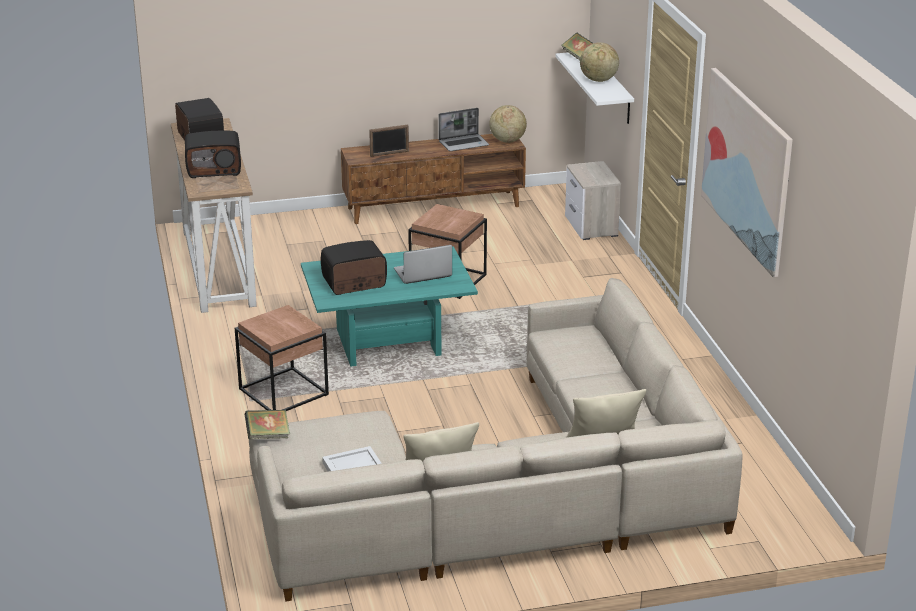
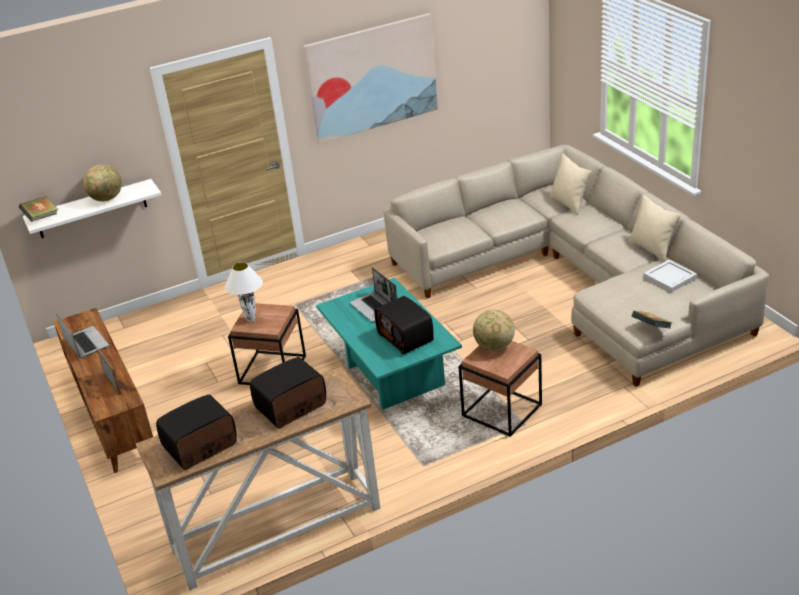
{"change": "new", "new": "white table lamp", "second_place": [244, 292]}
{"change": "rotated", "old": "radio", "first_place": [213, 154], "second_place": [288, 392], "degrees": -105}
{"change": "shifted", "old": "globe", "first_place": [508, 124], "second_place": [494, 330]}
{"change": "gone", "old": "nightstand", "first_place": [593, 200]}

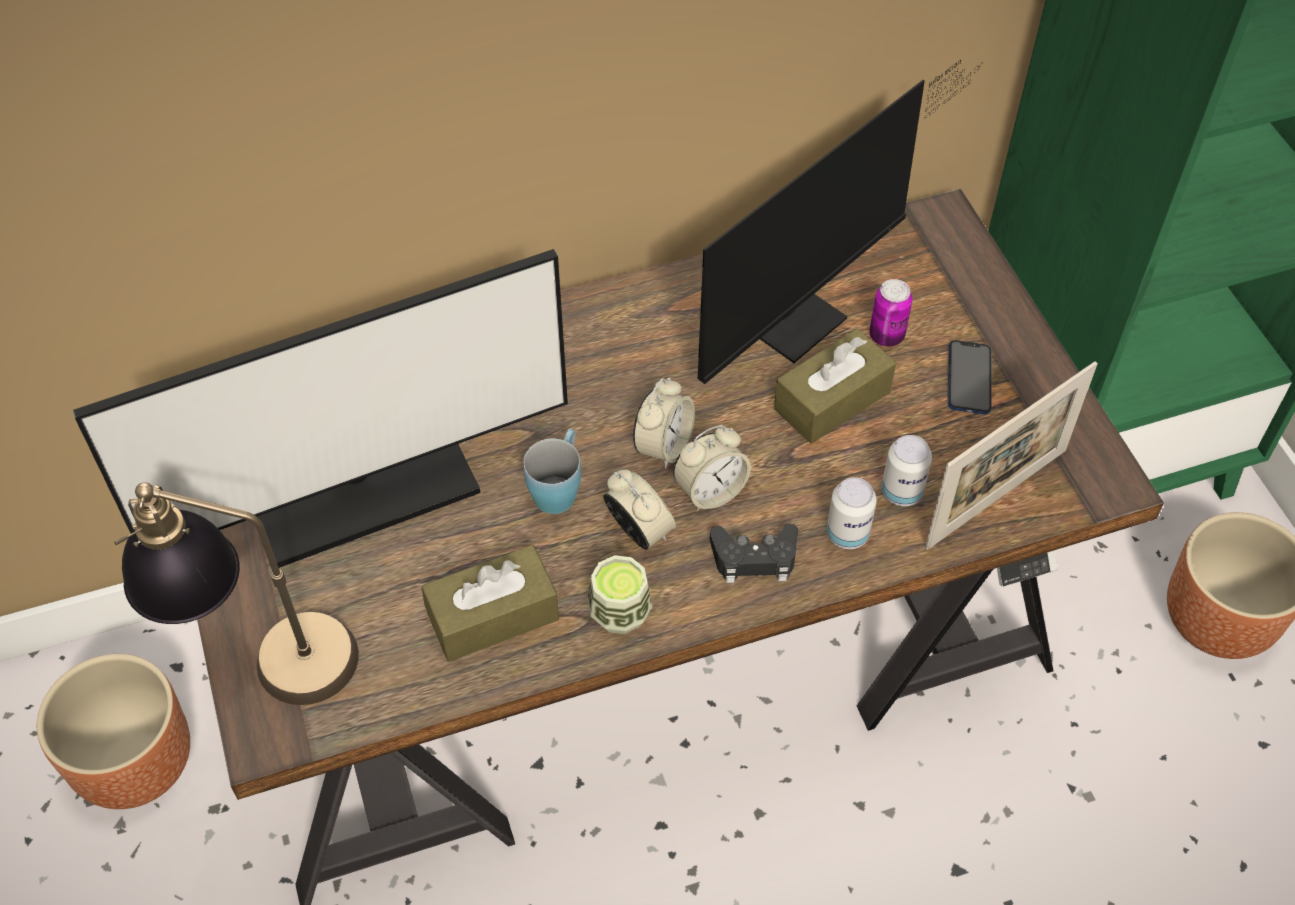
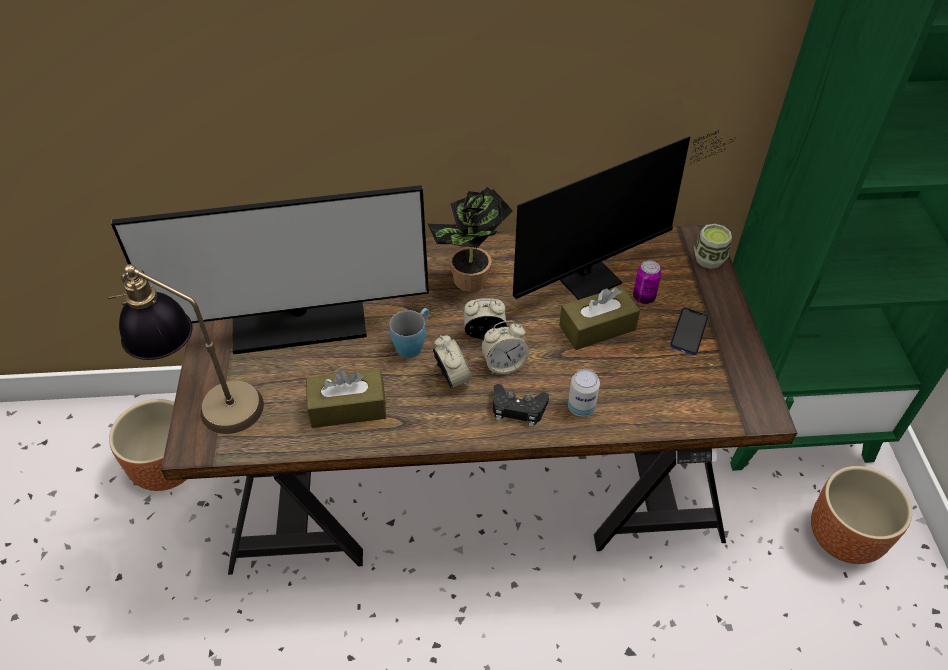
{"change": "new", "new": "potted plant", "second_place": [470, 239]}
{"change": "rotated", "old": "alarm clock", "first_place": [664, 423], "second_place": [485, 318], "degrees": -135}
{"change": "shifted", "old": "cup", "first_place": [620, 594], "second_place": [713, 246]}
{"change": "gone", "old": "can", "first_place": [906, 470]}
{"change": "gone", "old": "picture frame", "first_place": [1011, 455]}

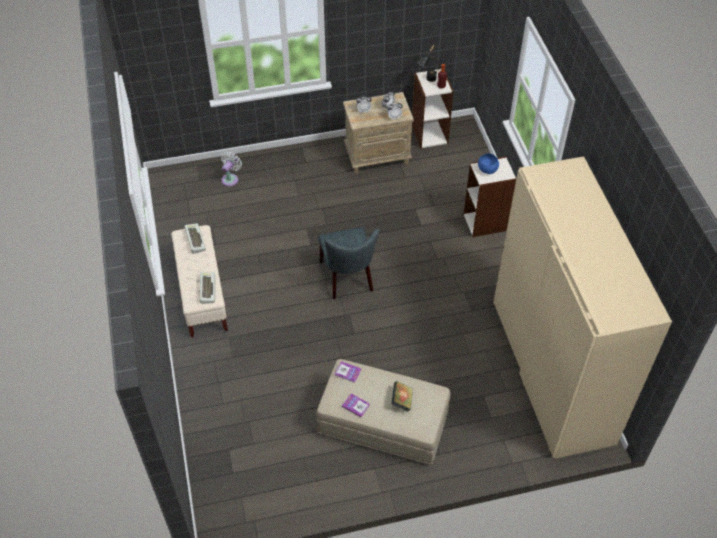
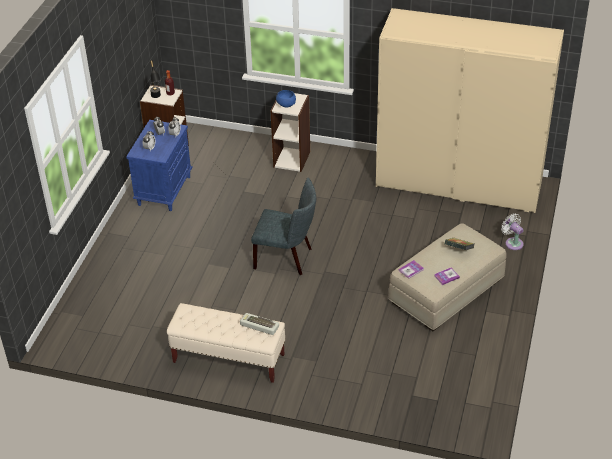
{"change": "repainted", "old": "beige nightstand", "new": "blue nightstand", "first_place": [378, 132], "second_place": [159, 165]}
{"change": "shifted", "old": "white fan", "first_place": [231, 169], "second_place": [512, 232]}
{"change": "gone", "old": "keyboard", "first_place": [195, 238]}

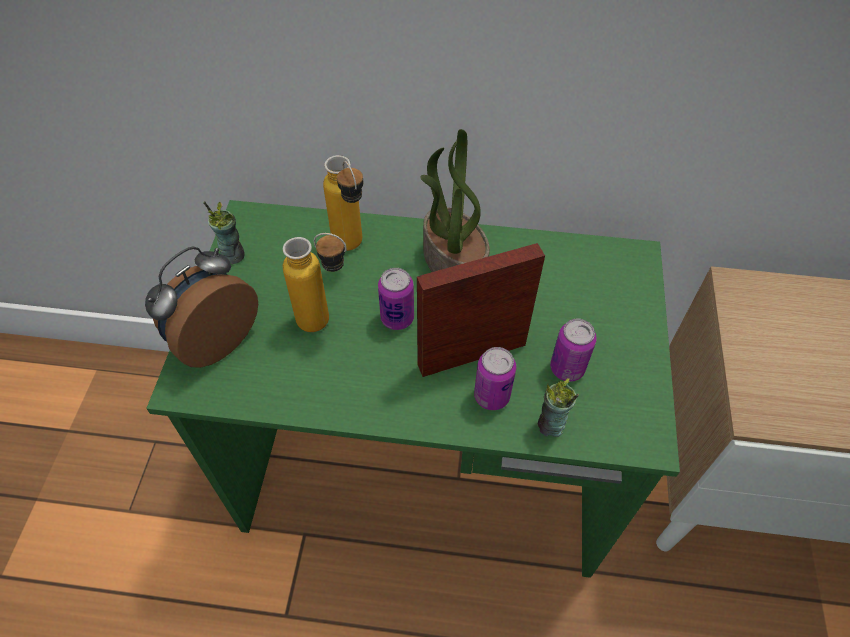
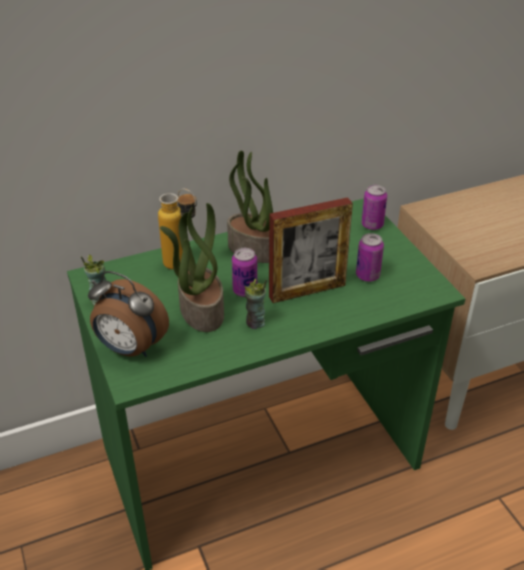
{"change": "rotated", "old": "alarm clock", "first_place": [201, 306], "second_place": [128, 314], "degrees": -75}
{"change": "swapped", "old": "bottle", "new": "potted plant", "first_place": [314, 282], "second_place": [192, 267]}
{"change": "shifted", "old": "cup", "first_place": [558, 407], "second_place": [256, 304]}
{"change": "rotated", "old": "picture frame", "first_place": [481, 310], "second_place": [311, 250], "degrees": -150}
{"change": "shifted", "old": "can", "first_place": [495, 378], "second_place": [374, 207]}

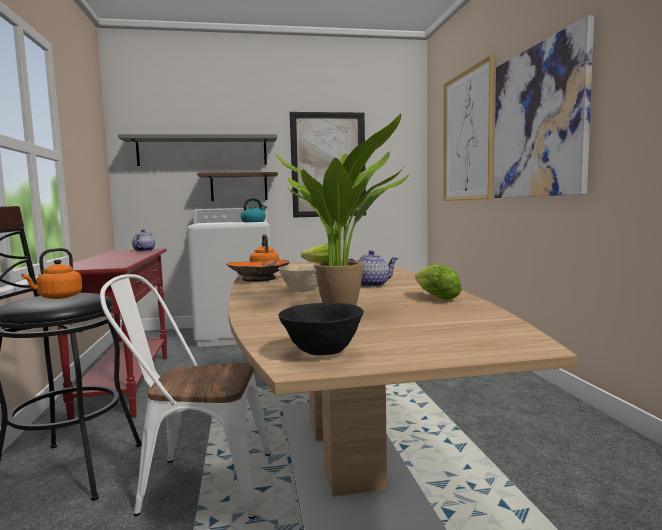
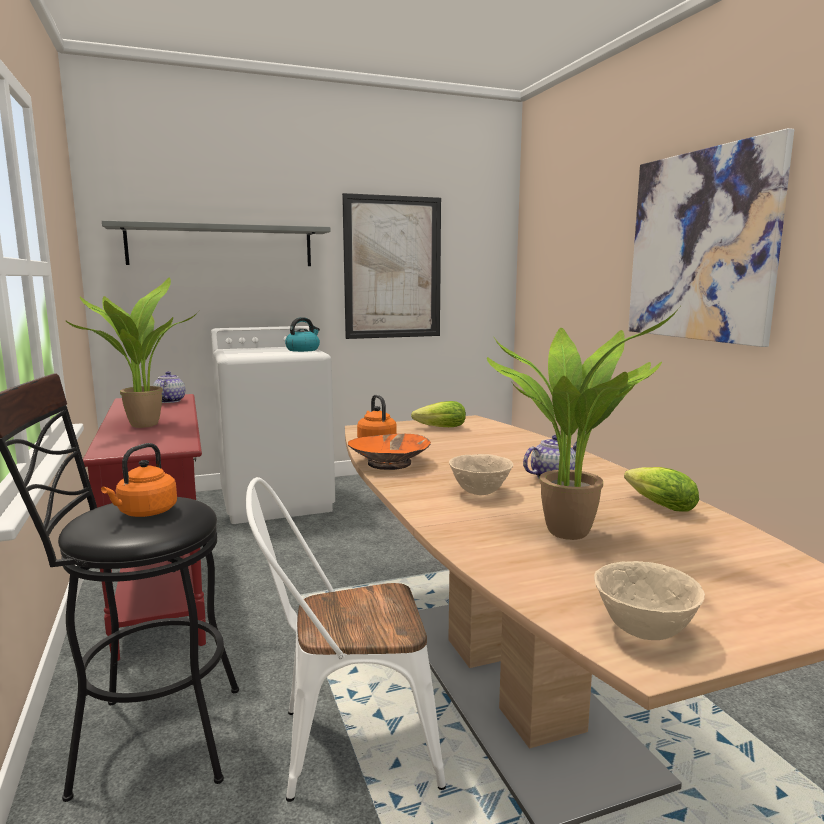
{"change": "new", "new": "potted plant", "second_place": [132, 352]}
{"change": "repainted", "old": "black bowl", "new": "beige bowl", "first_place": [321, 329], "second_place": [649, 600]}
{"change": "gone", "old": "shelf", "first_place": [237, 186]}
{"change": "gone", "old": "picture", "first_place": [468, 128]}

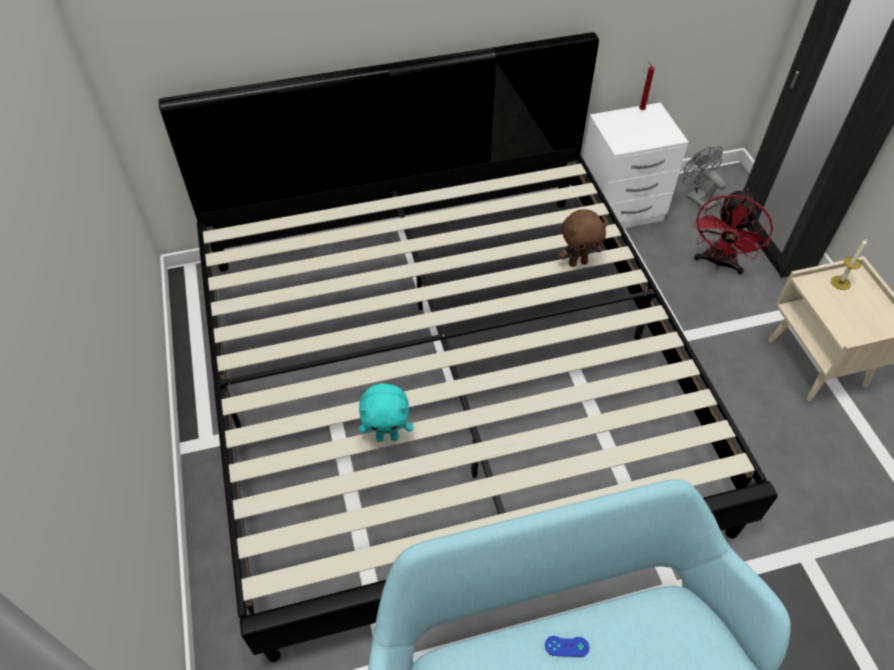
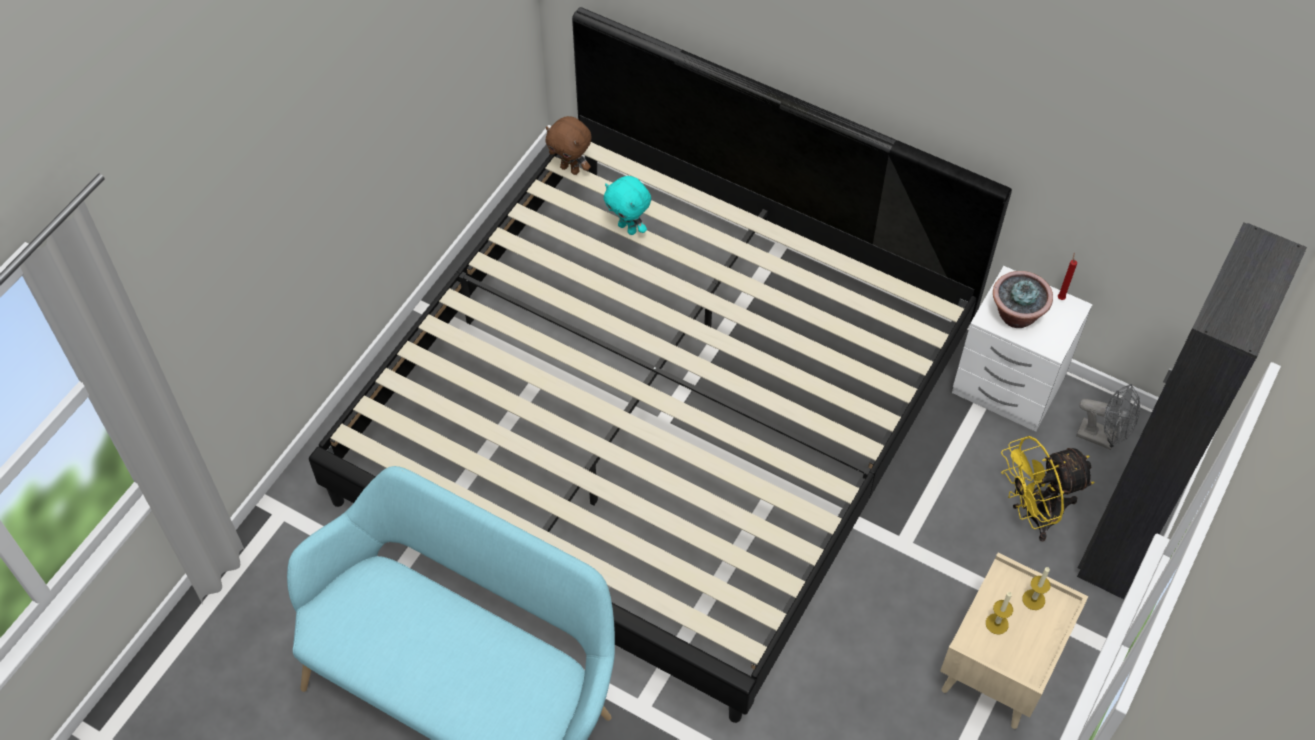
{"change": "shifted", "old": "brown plush toy", "first_place": [583, 238], "second_place": [569, 145]}
{"change": "shifted", "old": "turquoise plush toy", "first_place": [386, 412], "second_place": [627, 205]}
{"change": "new", "new": "candle", "second_place": [999, 612]}
{"change": "new", "new": "potted plant", "second_place": [1023, 299]}
{"change": "repainted", "old": "red fan", "new": "yellow fan", "first_place": [733, 231], "second_place": [1047, 489]}
{"change": "rotated", "old": "grey fan", "first_place": [705, 178], "second_place": [1108, 417], "degrees": 105}
{"change": "gone", "old": "blue game controller", "first_place": [567, 646]}

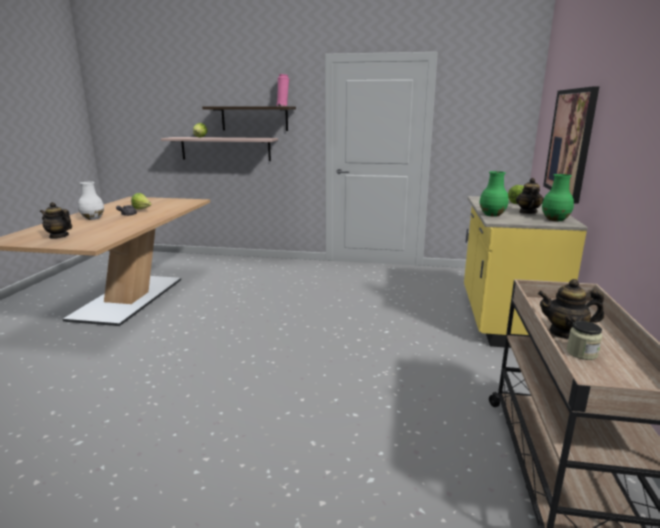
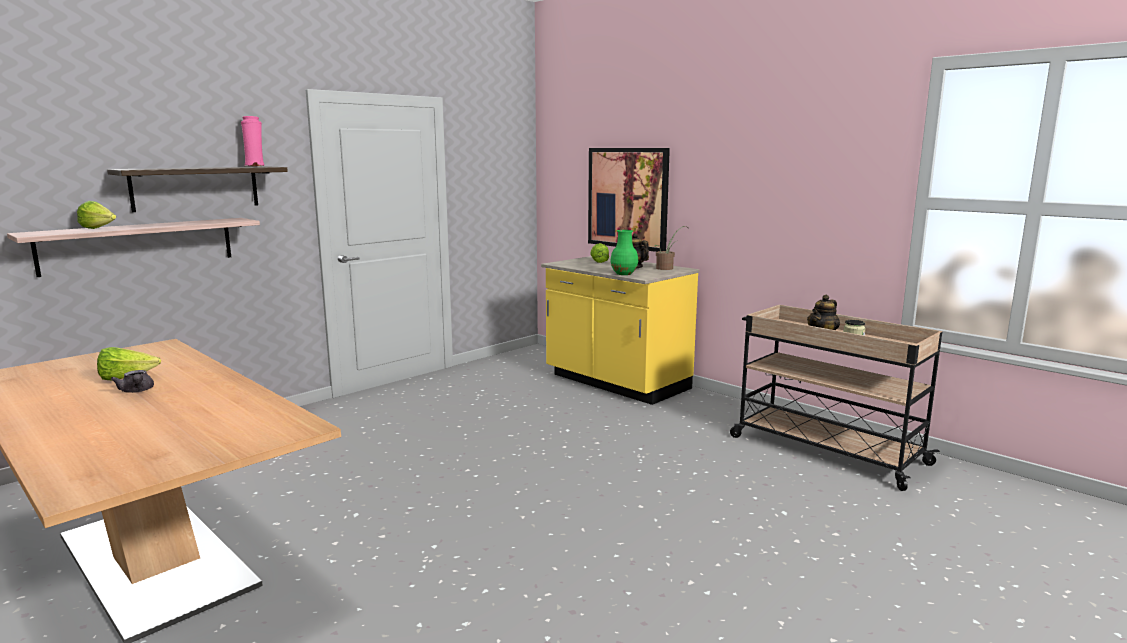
{"change": "swapped", "old": "green vase", "new": "potted plant", "first_place": [558, 197], "second_place": [671, 248]}
{"change": "gone", "old": "teapot", "first_place": [56, 220]}
{"change": "gone", "old": "white vase", "first_place": [91, 201]}

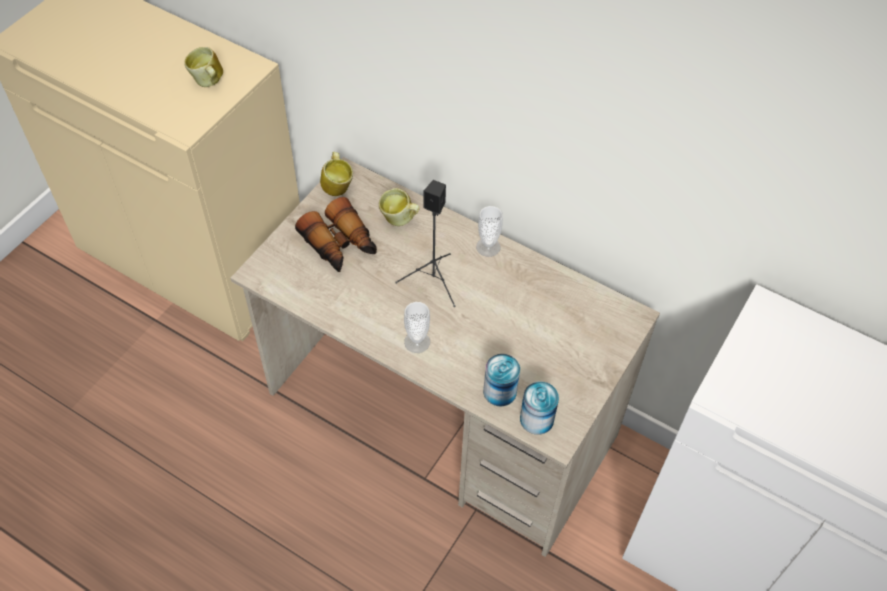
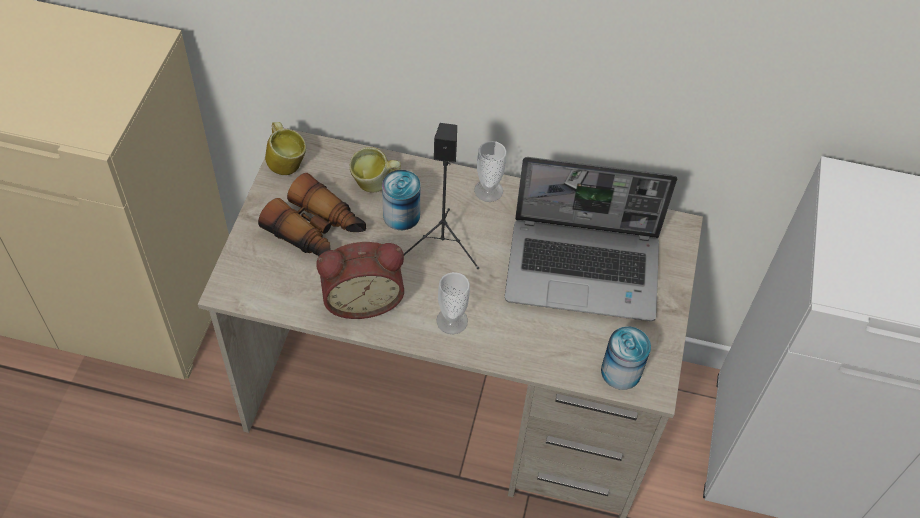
{"change": "new", "new": "alarm clock", "second_place": [360, 280]}
{"change": "shifted", "old": "can", "first_place": [501, 380], "second_place": [401, 200]}
{"change": "new", "new": "laptop", "second_place": [591, 239]}
{"change": "gone", "old": "mug", "first_place": [203, 67]}

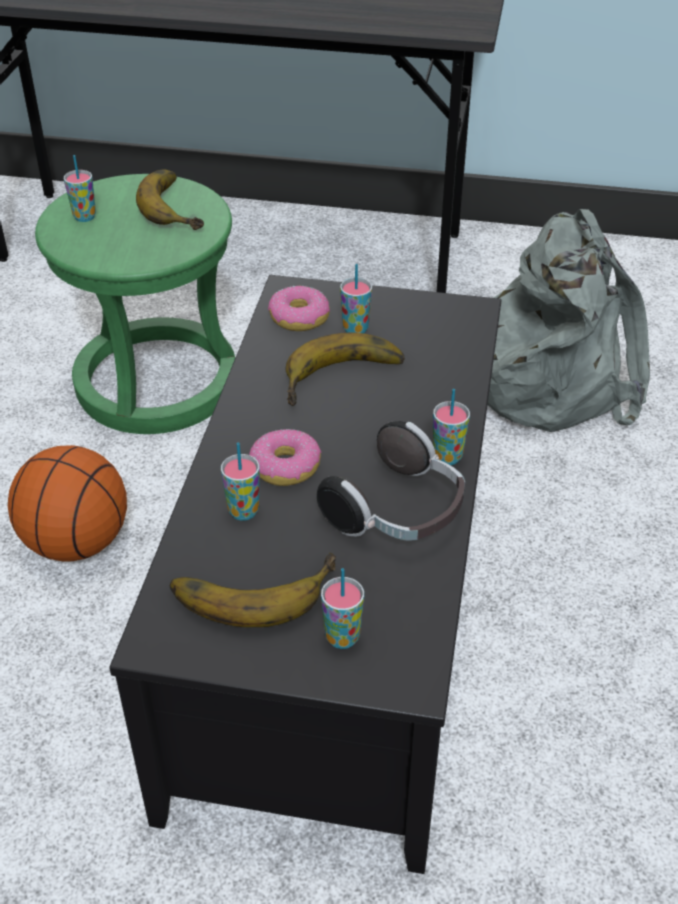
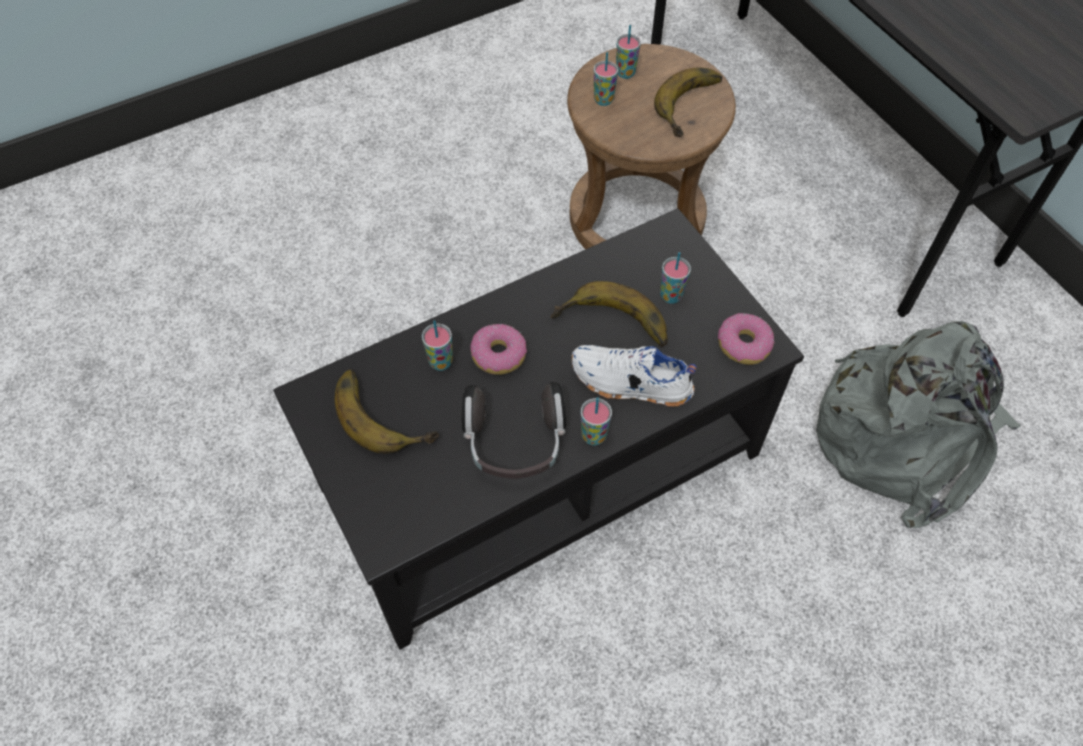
{"change": "repainted", "old": "green stool", "new": "brown stool", "first_place": [135, 304], "second_place": [651, 146]}
{"change": "new", "new": "white shoe", "second_place": [634, 376]}
{"change": "shifted", "old": "cup", "first_place": [342, 608], "second_place": [606, 79]}
{"change": "shifted", "old": "donut", "first_place": [299, 308], "second_place": [746, 339]}
{"change": "gone", "old": "basketball", "first_place": [67, 503]}

